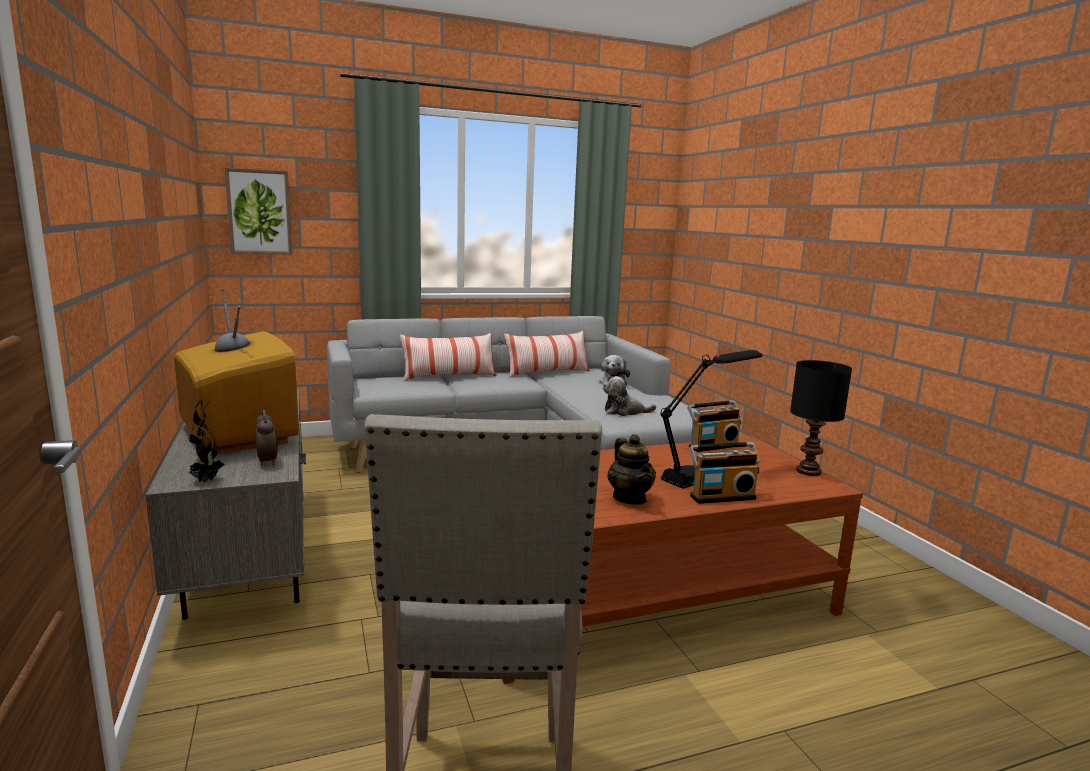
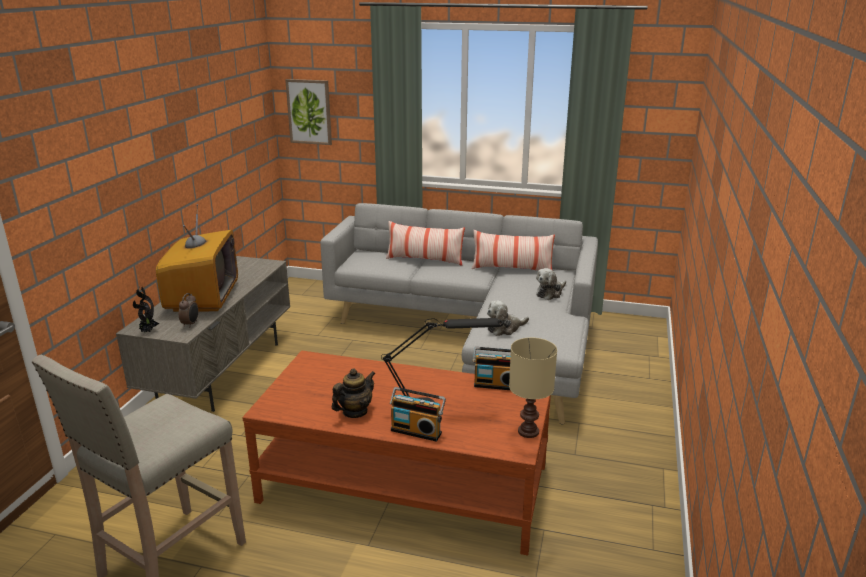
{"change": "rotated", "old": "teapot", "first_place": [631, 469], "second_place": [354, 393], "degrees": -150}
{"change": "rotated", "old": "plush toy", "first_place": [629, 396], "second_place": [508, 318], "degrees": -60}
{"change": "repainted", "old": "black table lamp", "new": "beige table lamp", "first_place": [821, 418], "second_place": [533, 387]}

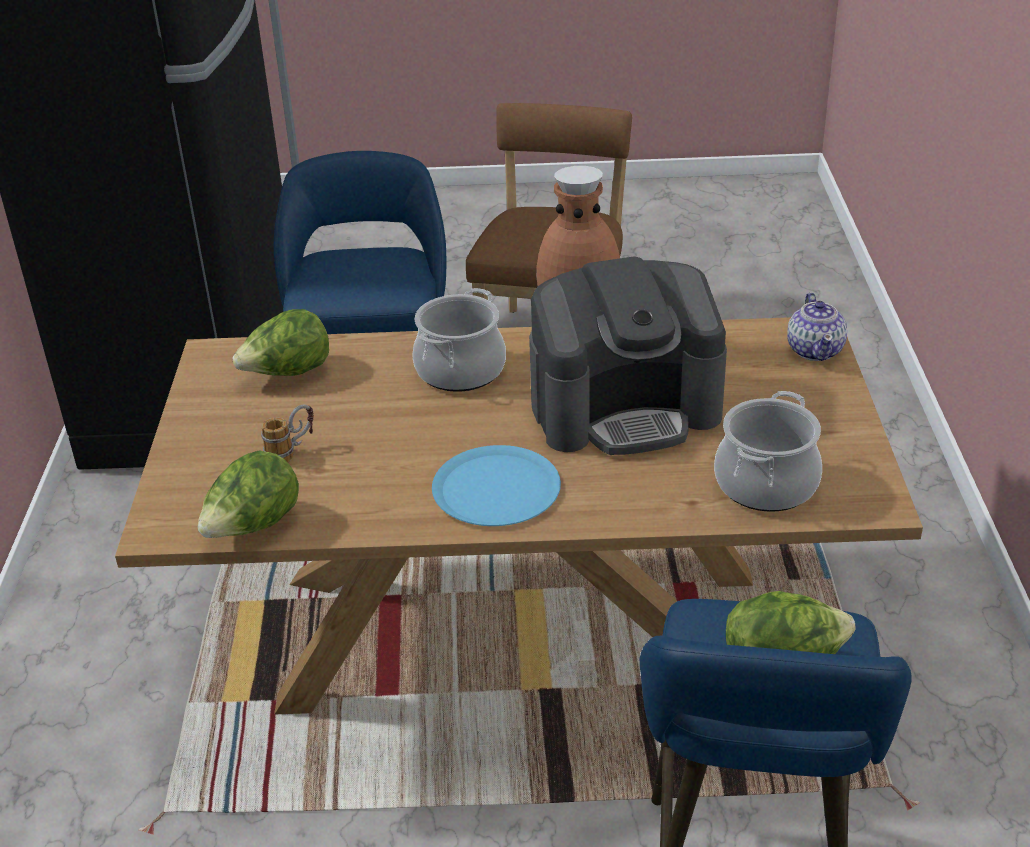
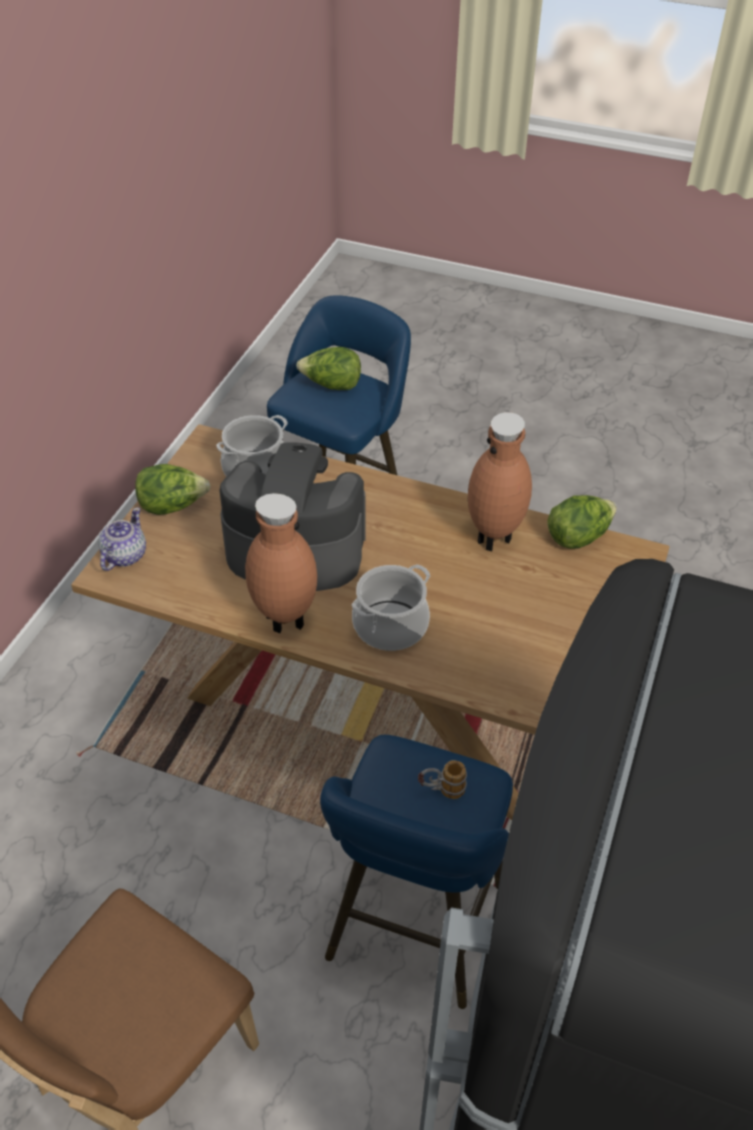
{"change": "shifted", "old": "lettuce", "first_place": [280, 342], "second_place": [173, 489]}
{"change": "shifted", "old": "mug", "first_place": [287, 433], "second_place": [442, 779]}
{"change": "new", "new": "brown vase", "second_place": [500, 481]}
{"change": "gone", "old": "blue plate", "first_place": [496, 485]}

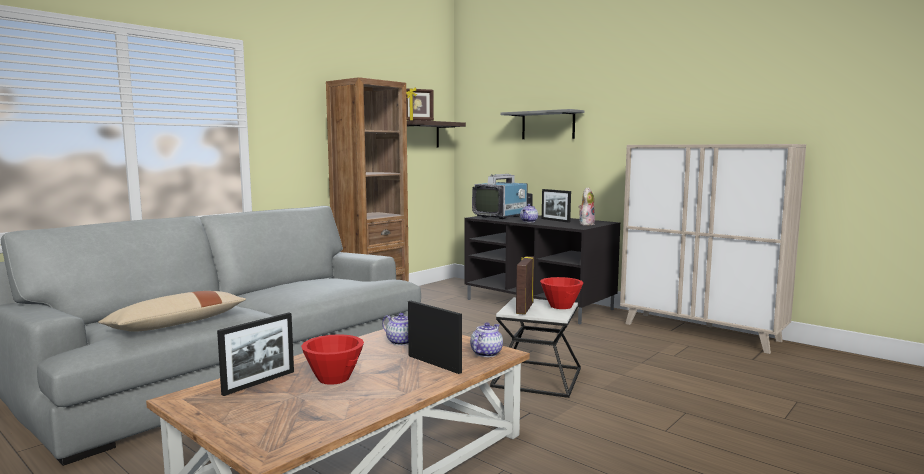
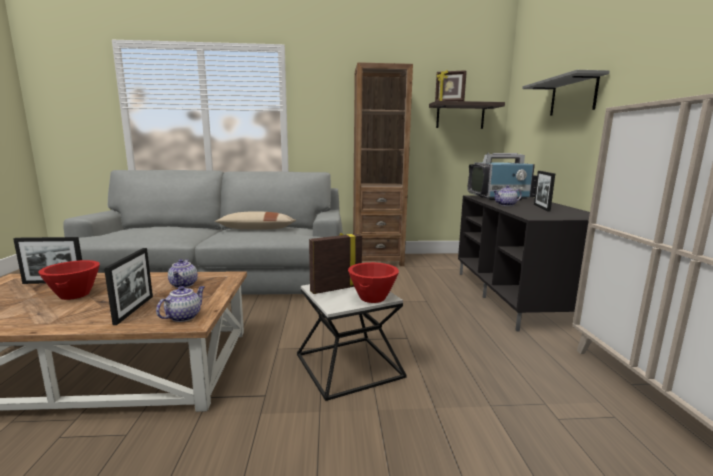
{"change": "rotated", "old": "teapot", "first_place": [486, 339], "second_place": [180, 304], "degrees": -45}
{"change": "shifted", "old": "beige pillow", "first_place": [172, 311], "second_place": [255, 221]}
{"change": "gone", "old": "plush toy", "first_place": [587, 206]}

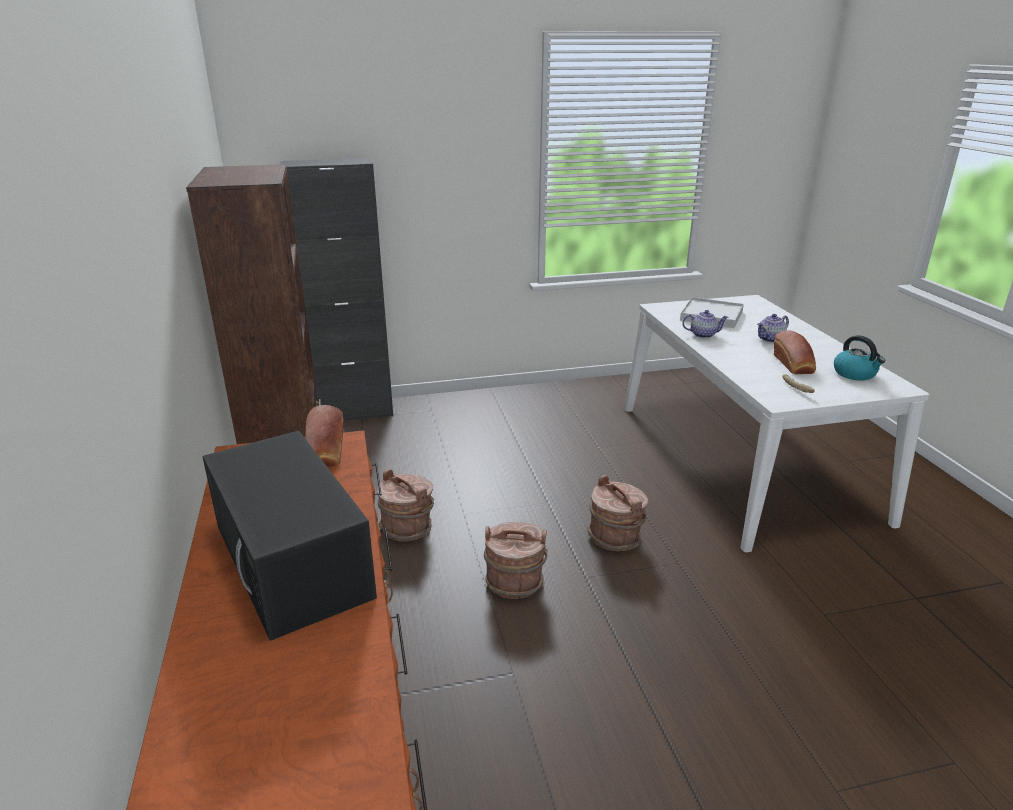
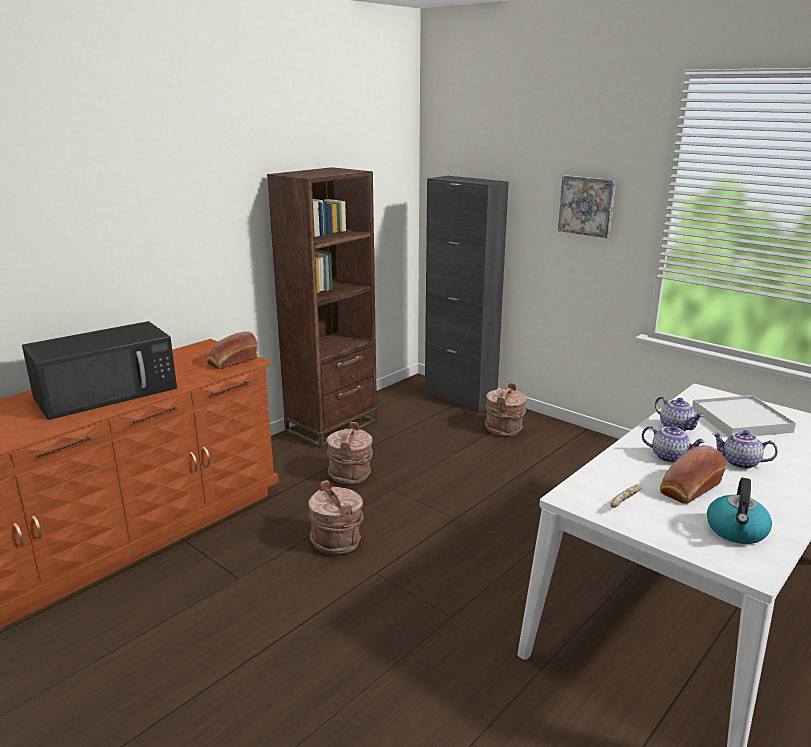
{"change": "rotated", "old": "black microwave", "first_place": [289, 536], "second_place": [99, 370], "degrees": -150}
{"change": "shifted", "old": "brown bucket", "first_place": [618, 513], "second_place": [506, 409]}
{"change": "new", "new": "picture", "second_place": [587, 206]}
{"change": "new", "new": "teapot", "second_place": [673, 444]}

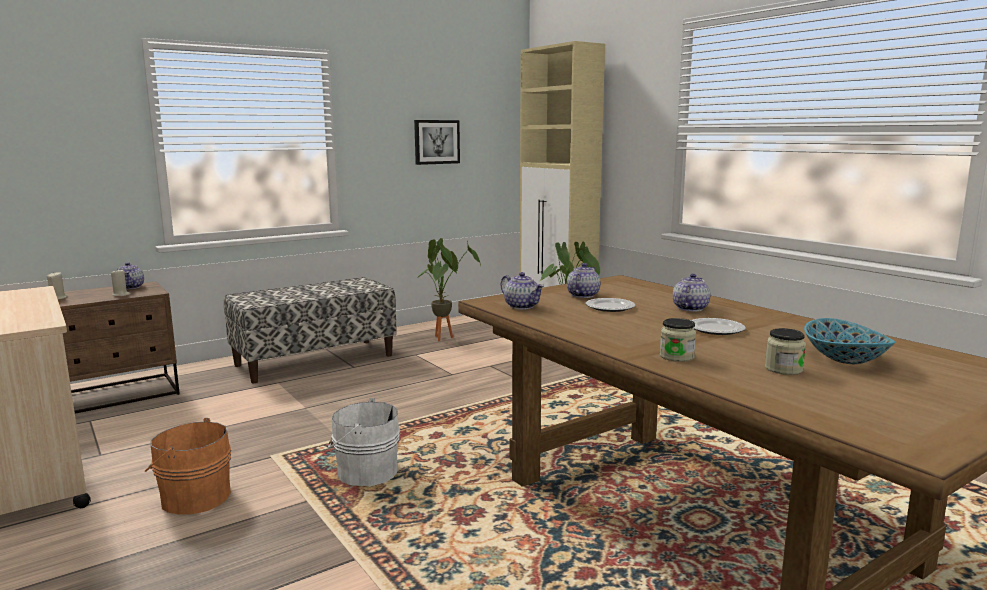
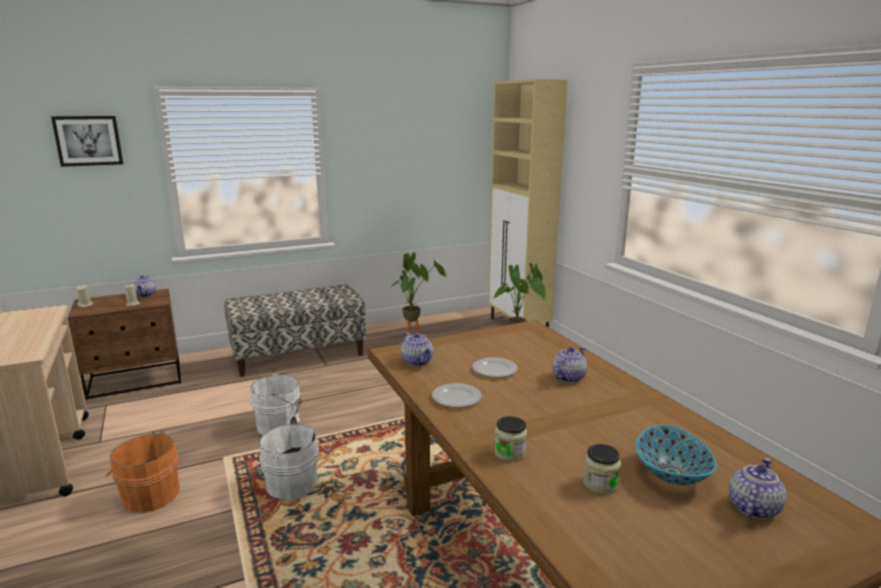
{"change": "shifted", "old": "picture", "first_place": [437, 142], "second_place": [87, 141]}
{"change": "new", "new": "white bucket", "second_place": [276, 403]}
{"change": "shifted", "old": "plate", "first_place": [718, 326], "second_place": [457, 395]}
{"change": "shifted", "old": "teapot", "first_place": [584, 280], "second_place": [757, 488]}

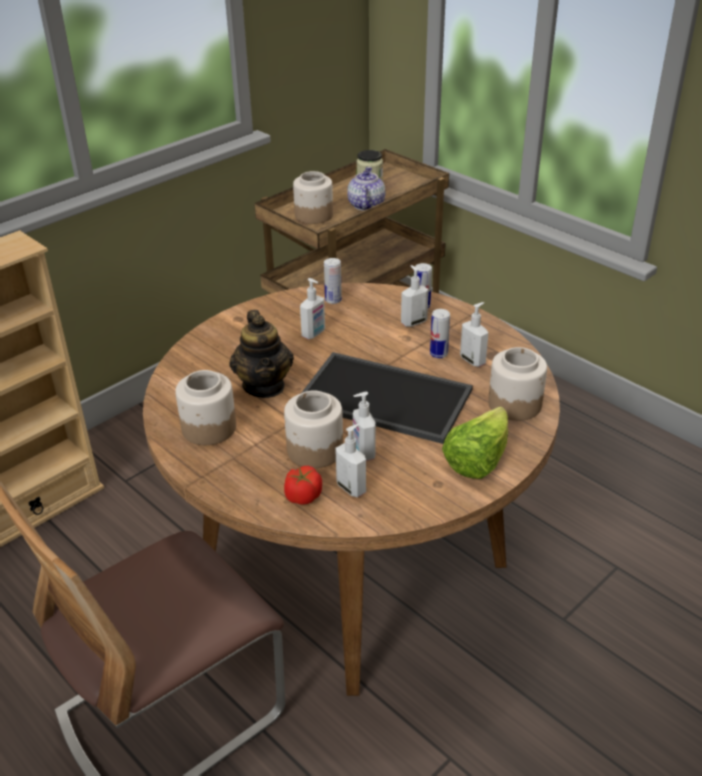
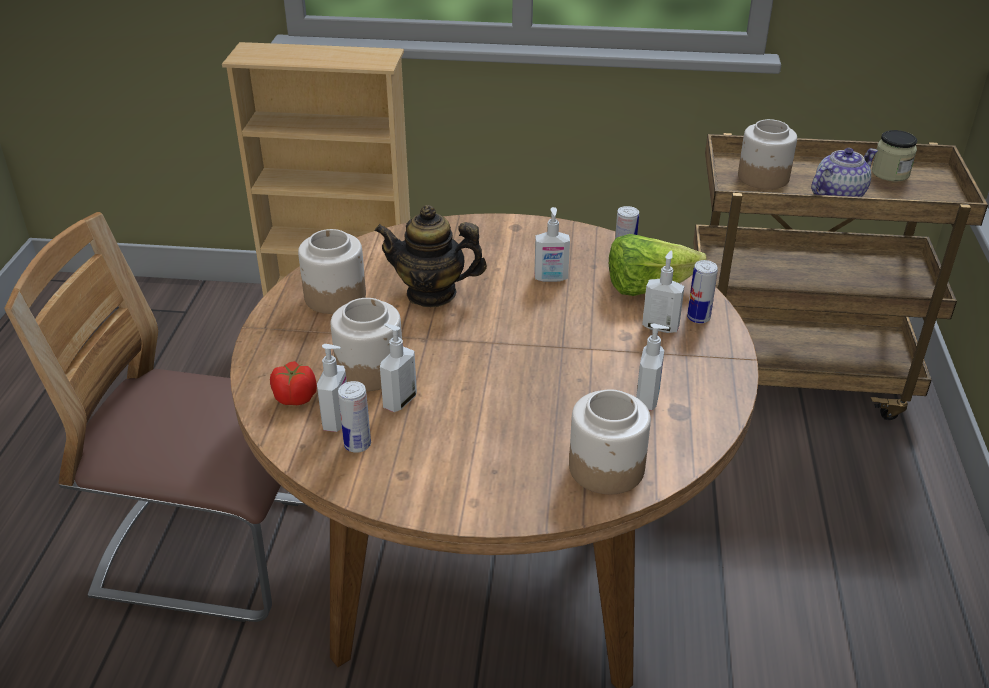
{"change": "shifted", "old": "can", "first_place": [440, 333], "second_place": [354, 417]}
{"change": "rotated", "old": "teapot", "first_place": [261, 354], "second_place": [431, 256], "degrees": 60}
{"change": "shifted", "old": "lettuce", "first_place": [475, 443], "second_place": [658, 265]}
{"change": "gone", "old": "tray", "first_place": [387, 398]}

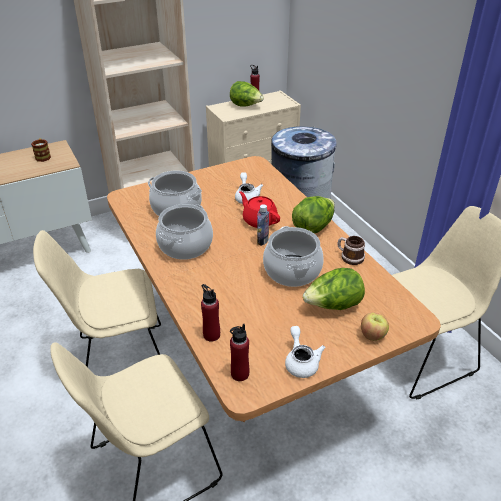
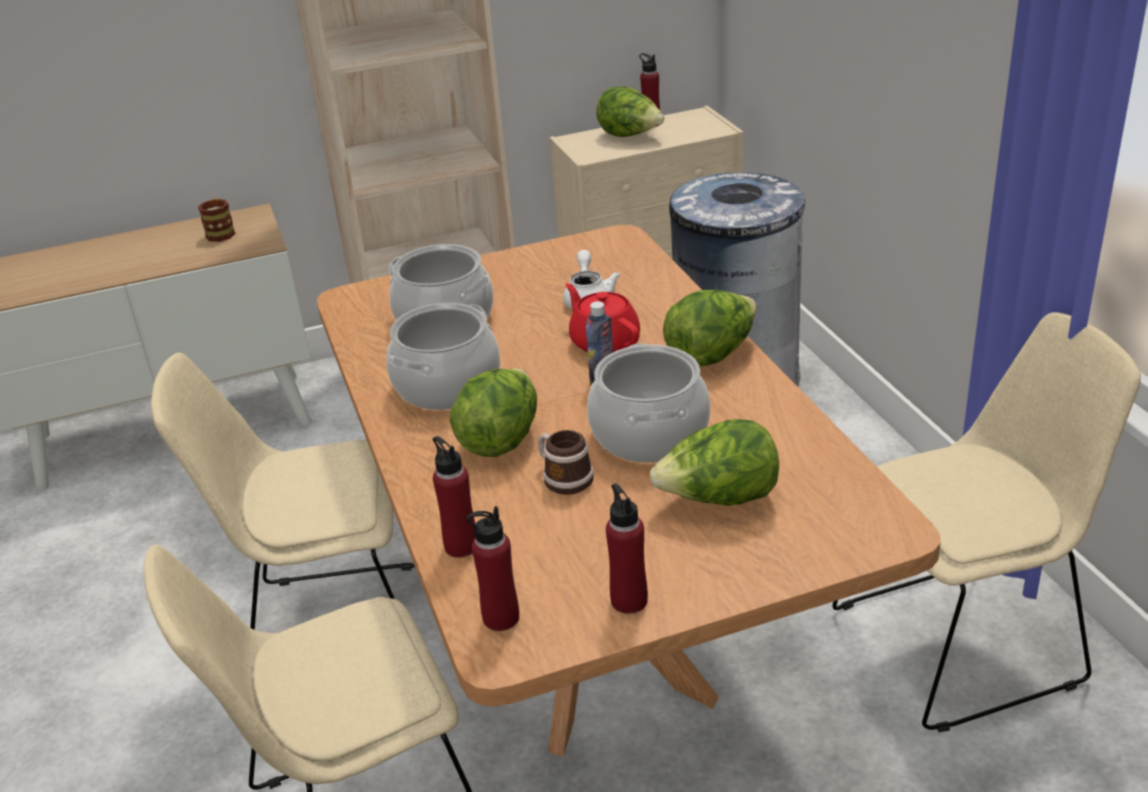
{"change": "new", "new": "lettuce", "second_place": [493, 413]}
{"change": "shifted", "old": "mug", "first_place": [351, 250], "second_place": [566, 462]}
{"change": "swapped", "old": "white teapot", "new": "red bottle", "first_place": [305, 352], "second_place": [627, 548]}
{"change": "gone", "old": "apple", "first_place": [375, 326]}

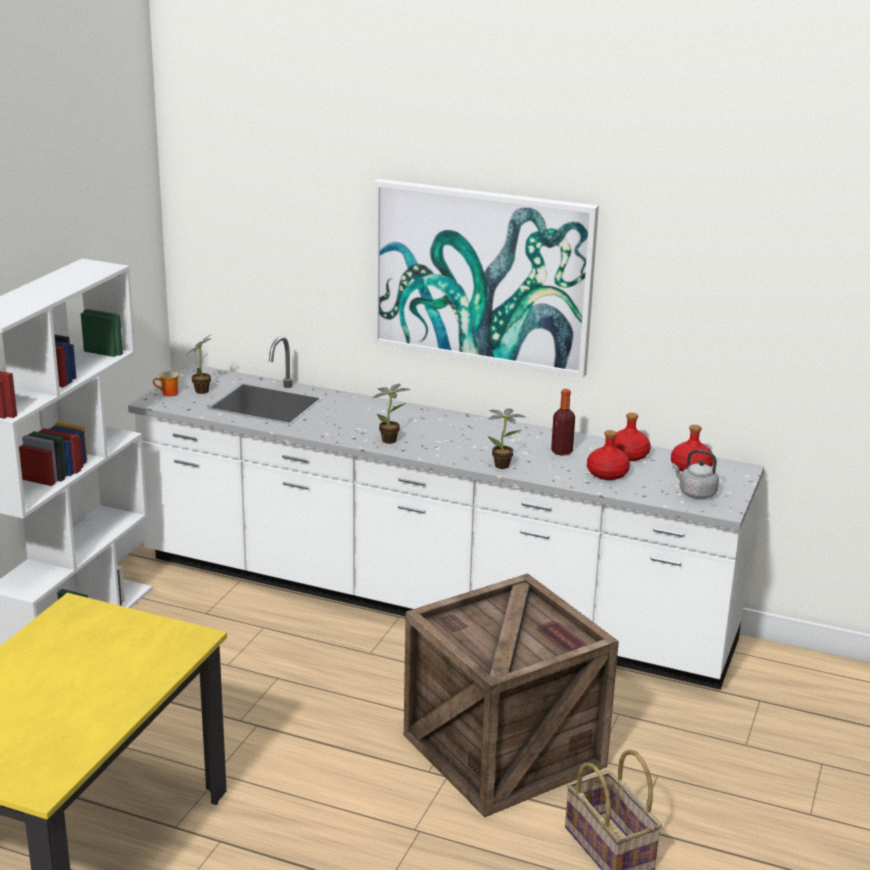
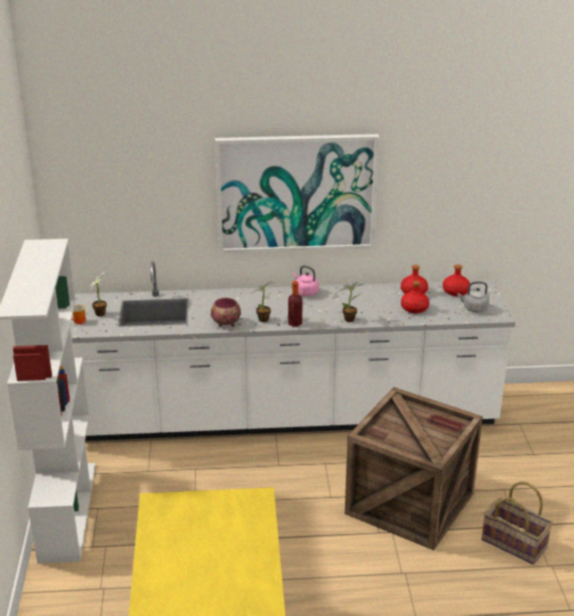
{"change": "new", "new": "bowl", "second_place": [226, 312]}
{"change": "shifted", "old": "bottle", "first_place": [563, 422], "second_place": [295, 303]}
{"change": "new", "new": "pink kettle", "second_place": [306, 280]}

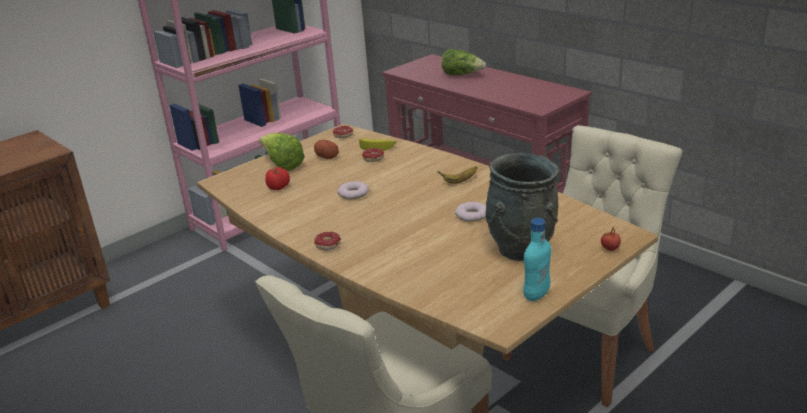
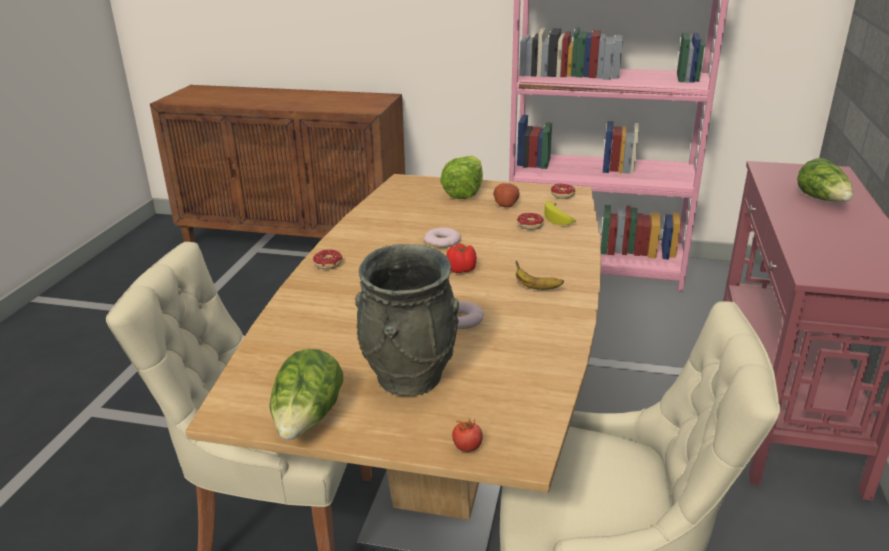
{"change": "swapped", "old": "turquoise bottle", "new": "lettuce", "first_place": [537, 259], "second_place": [306, 394]}
{"change": "shifted", "old": "tomato", "first_place": [277, 178], "second_place": [461, 258]}

